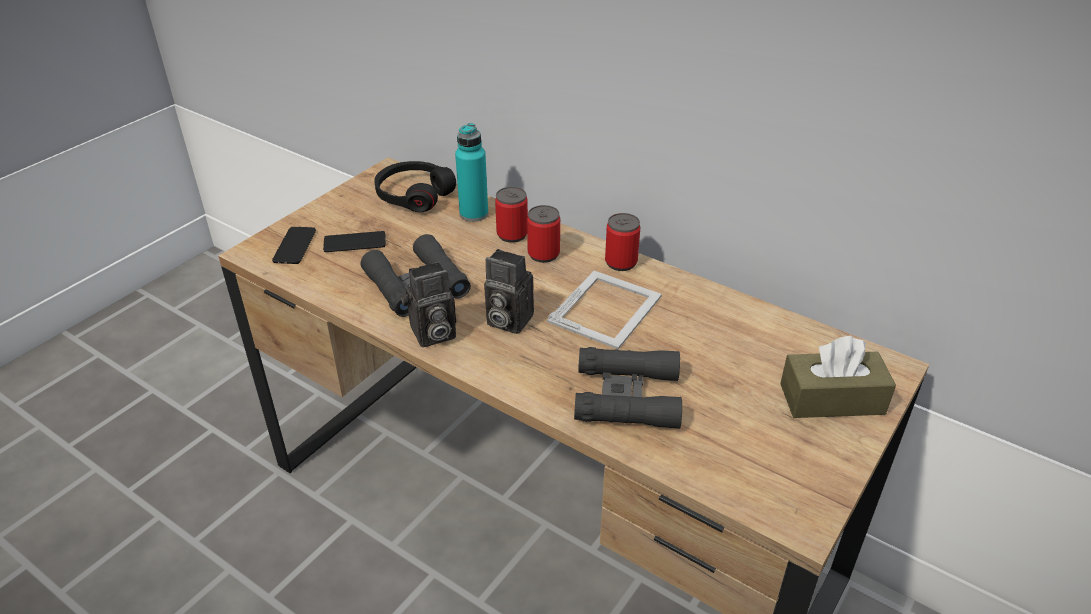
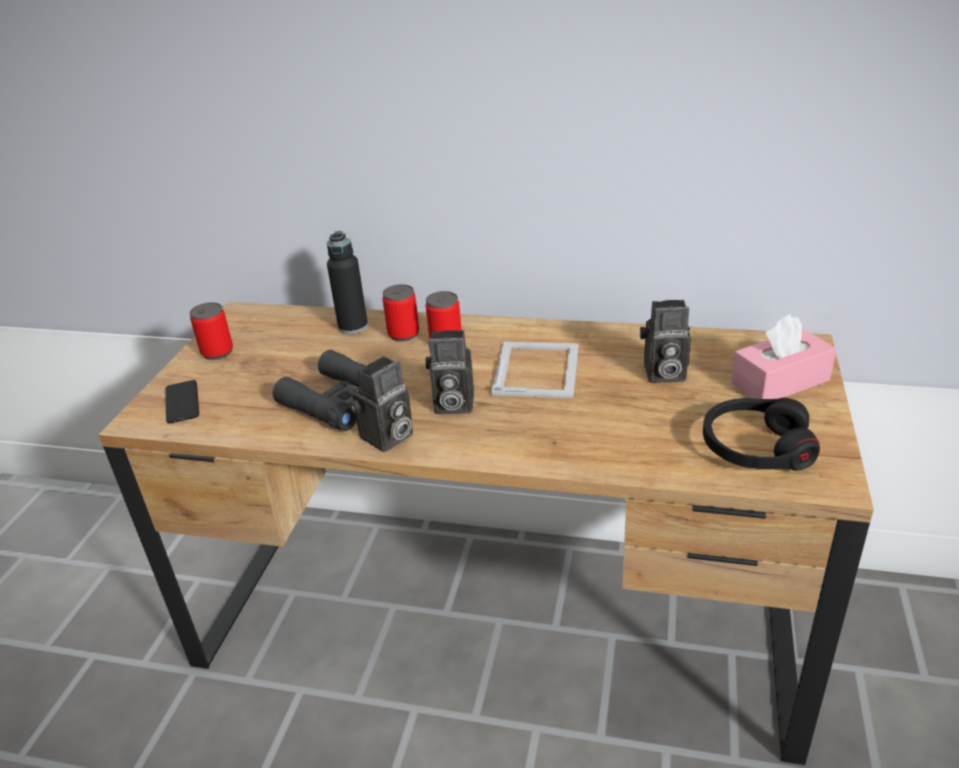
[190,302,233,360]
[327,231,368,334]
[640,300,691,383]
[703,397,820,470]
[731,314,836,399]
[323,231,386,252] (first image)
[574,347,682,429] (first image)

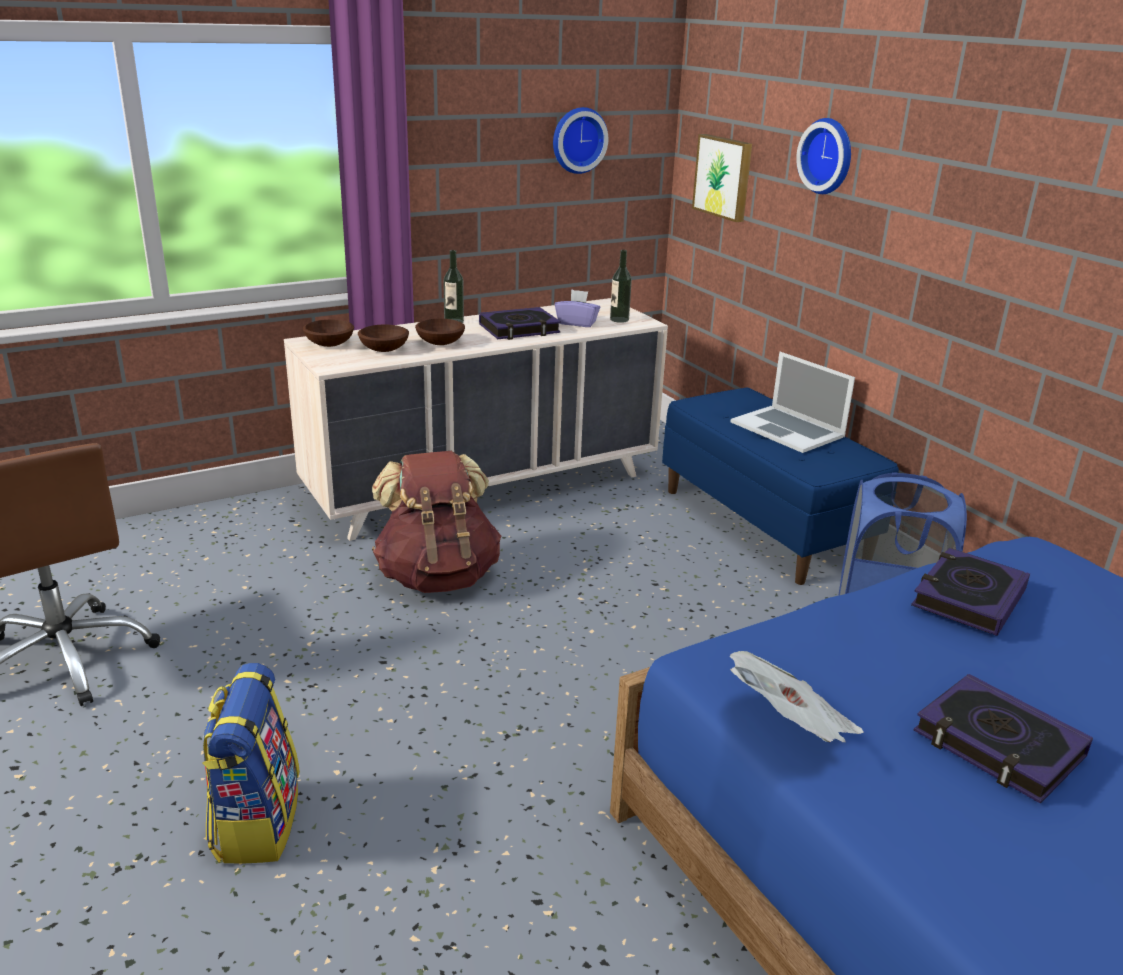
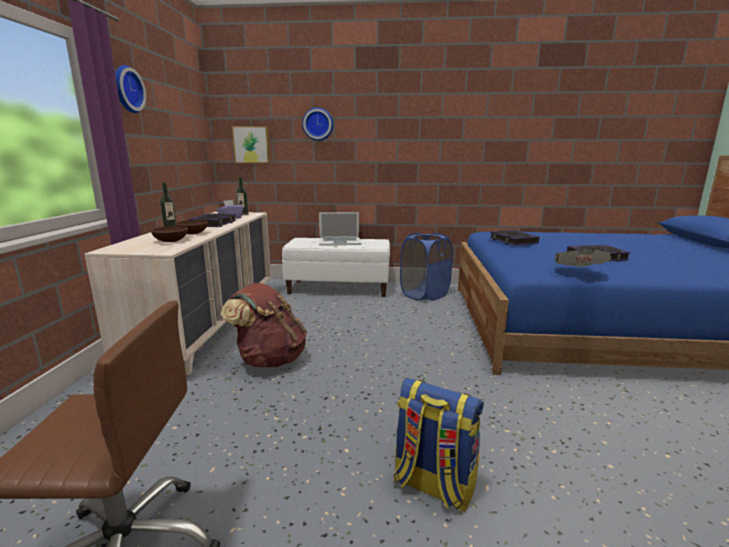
[115,65,146,113]
[282,238,390,297]
[303,320,354,347] (first image)

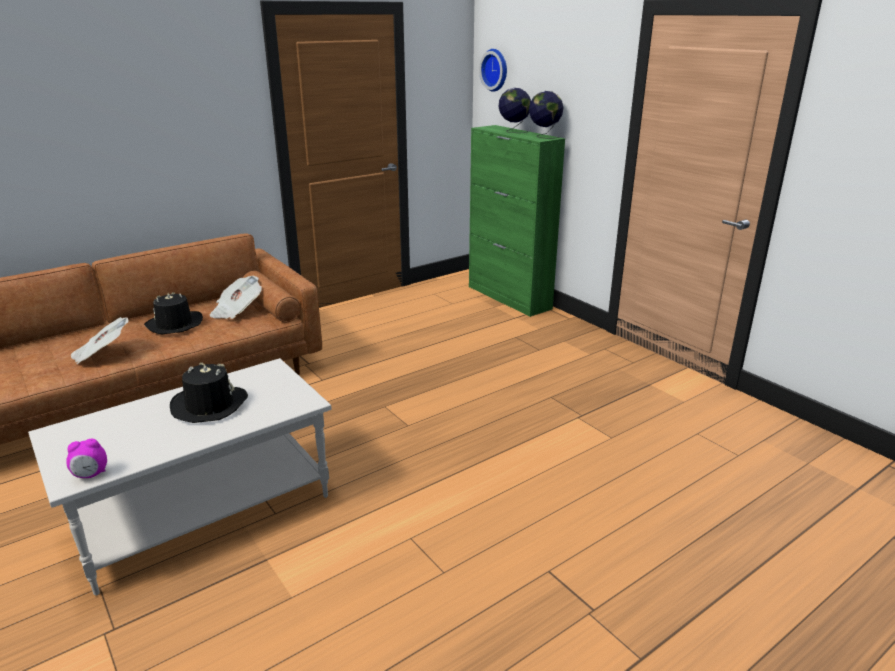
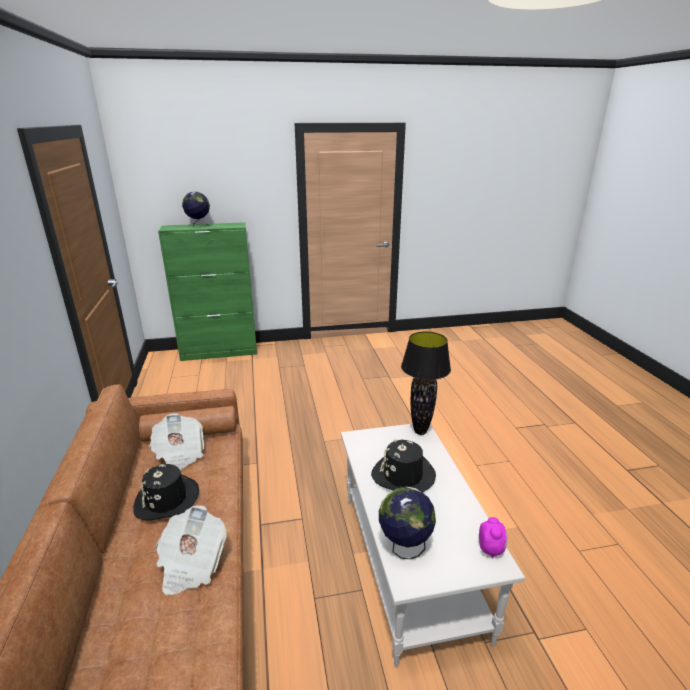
[379,487,436,559]
[401,331,451,435]
[479,49,507,92] (first image)

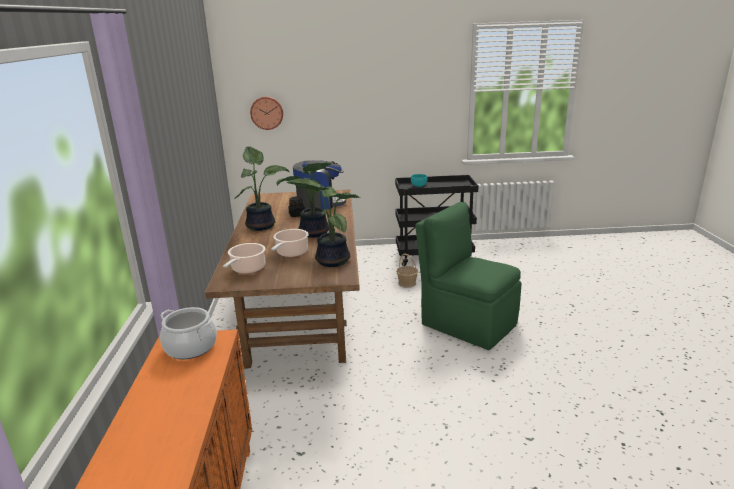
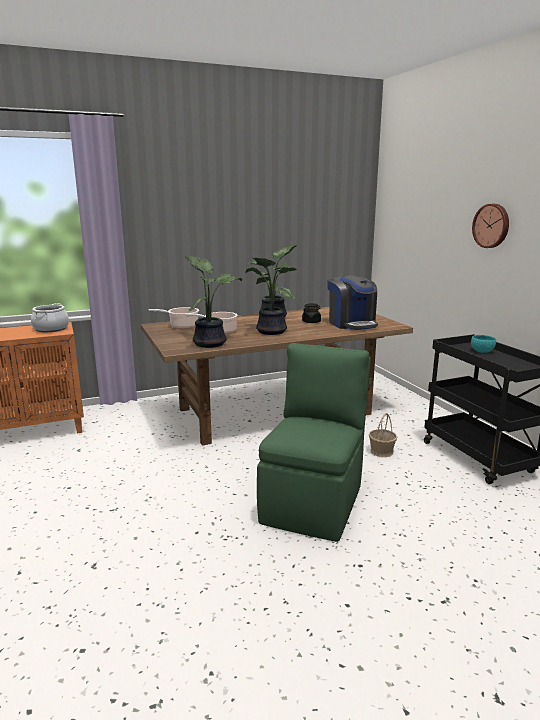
[472,204,509,248]

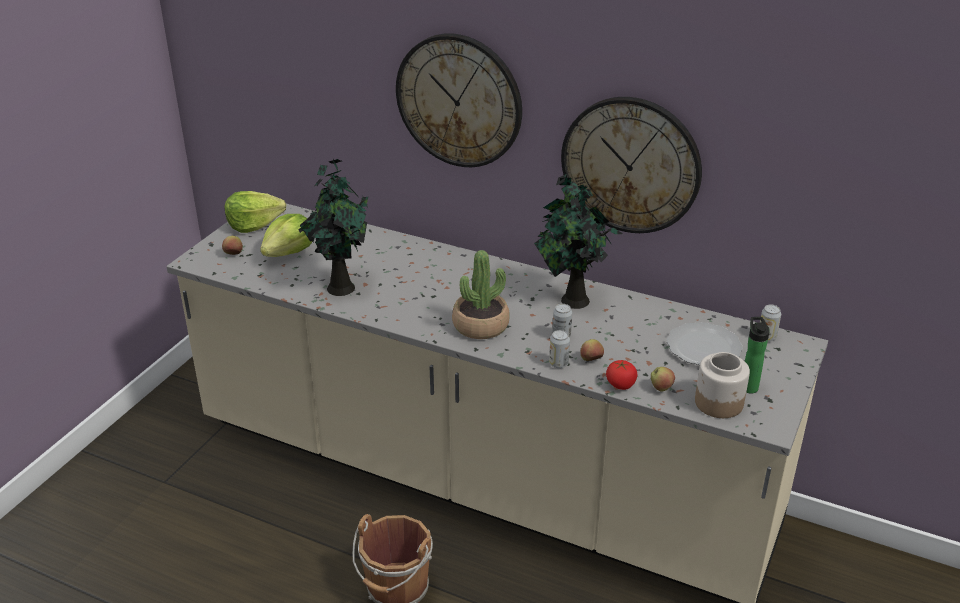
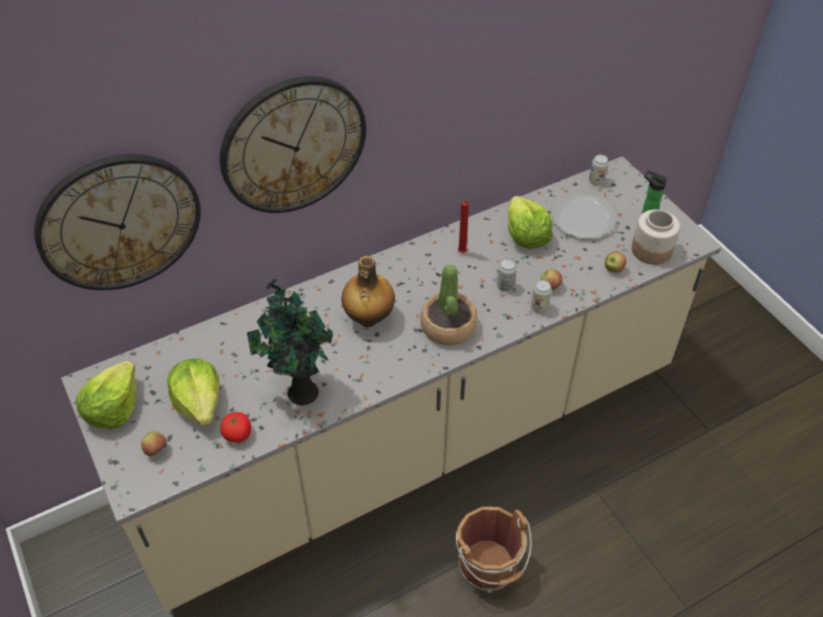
[34,154,201,290]
[220,412,251,442]
[341,256,395,327]
[458,200,471,253]
[508,196,553,249]

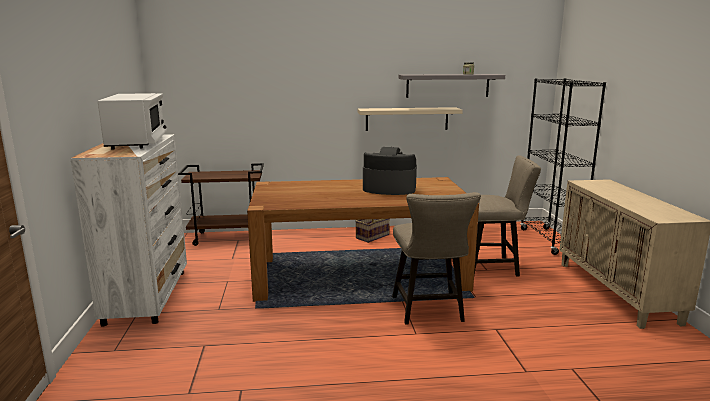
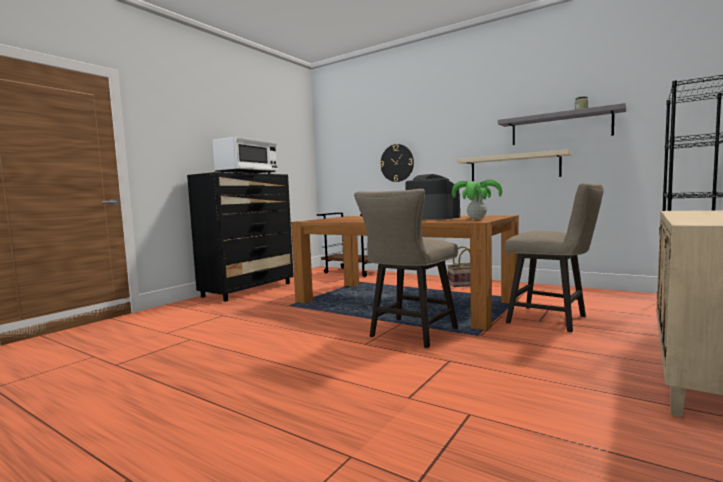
[187,172,294,301]
[380,144,414,182]
[452,180,502,219]

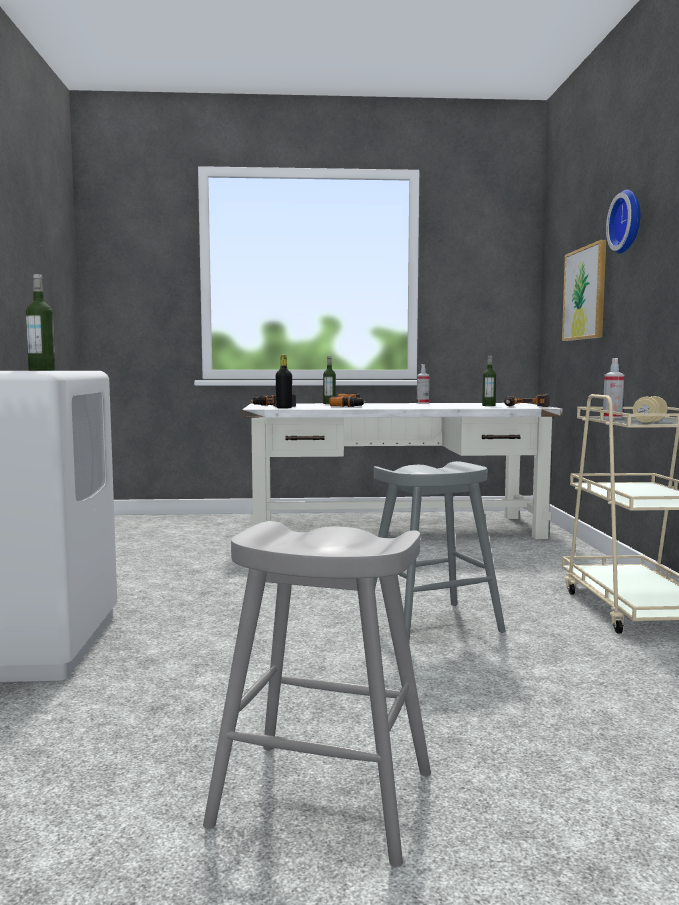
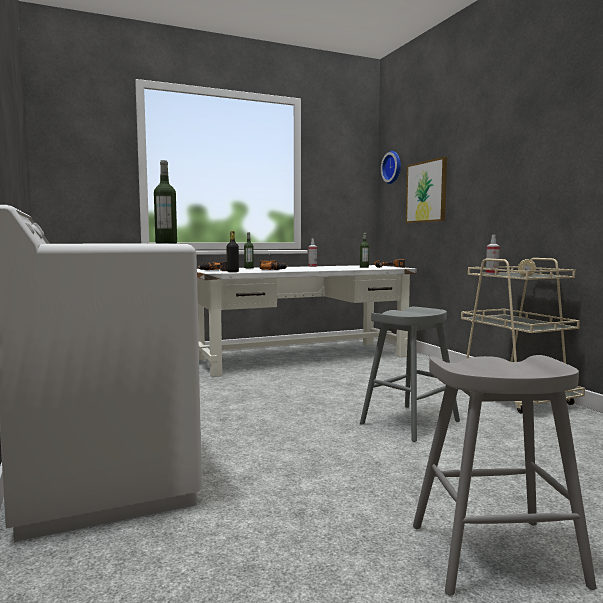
[381,151,401,184]

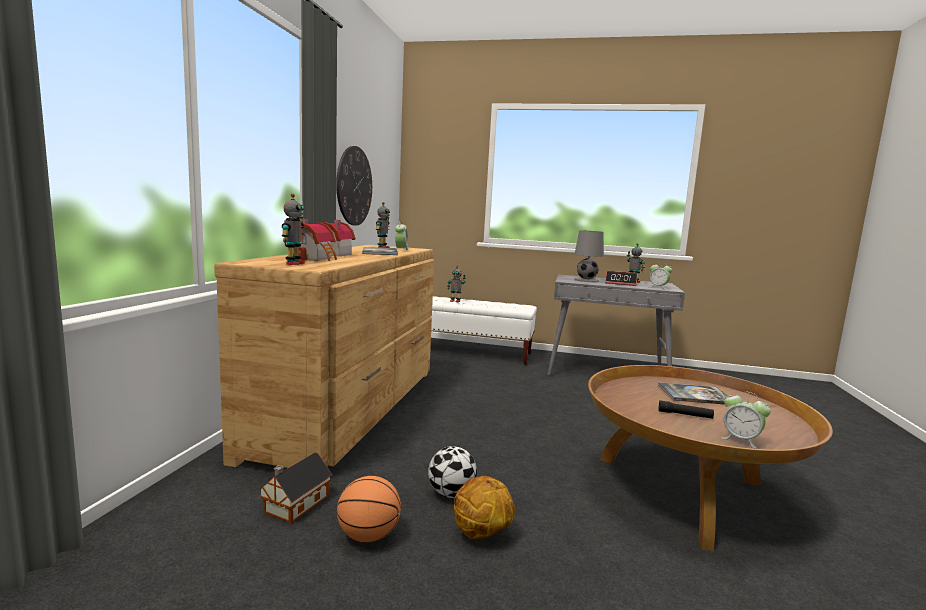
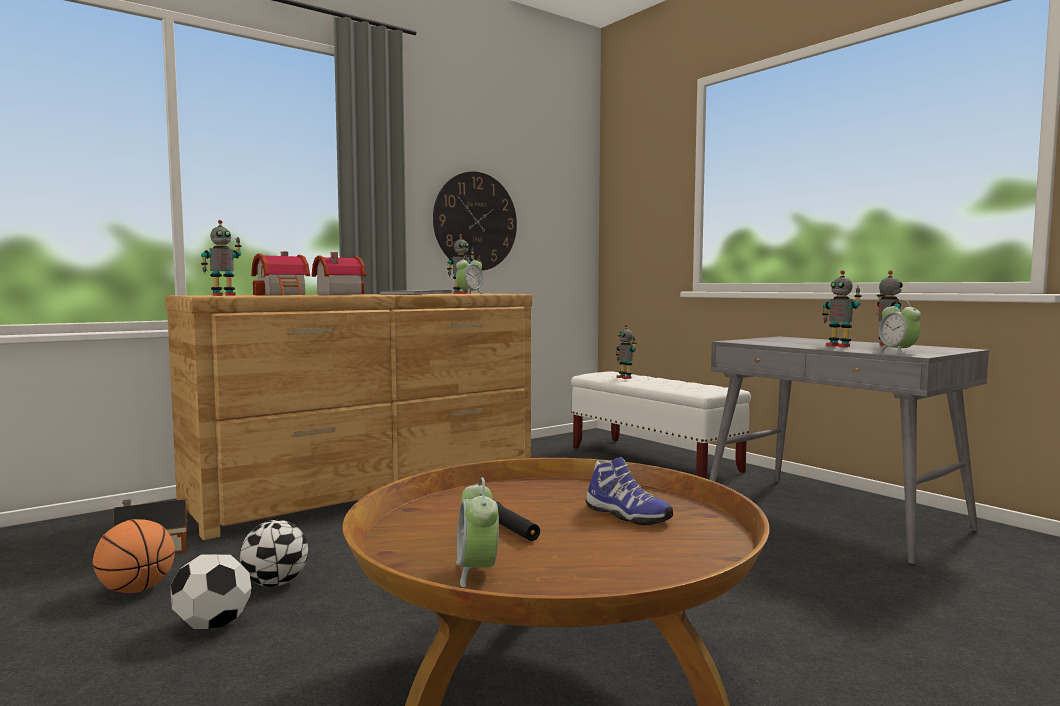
[171,554,252,629]
[586,457,673,525]
[822,270,862,347]
[574,230,604,282] (first image)

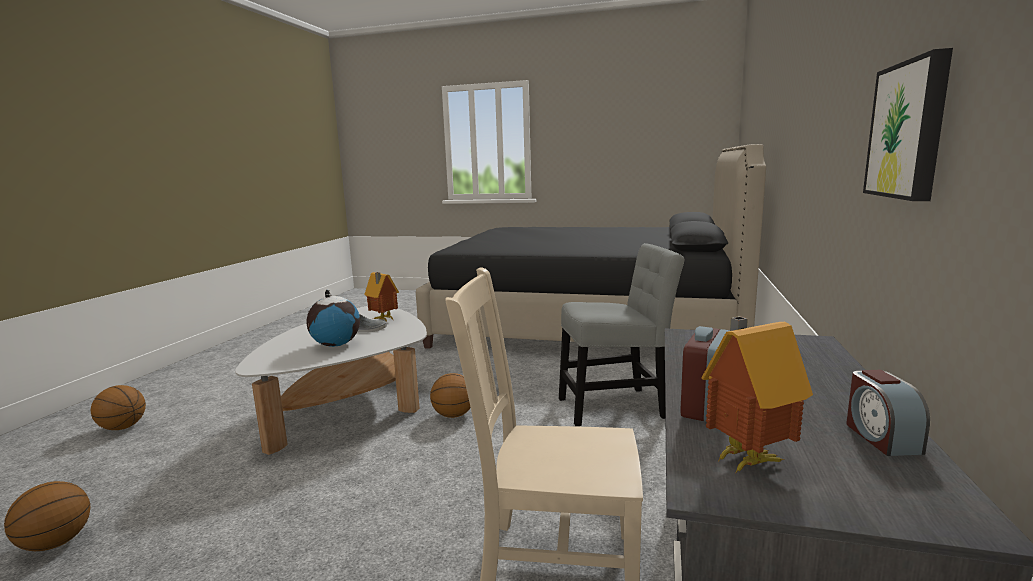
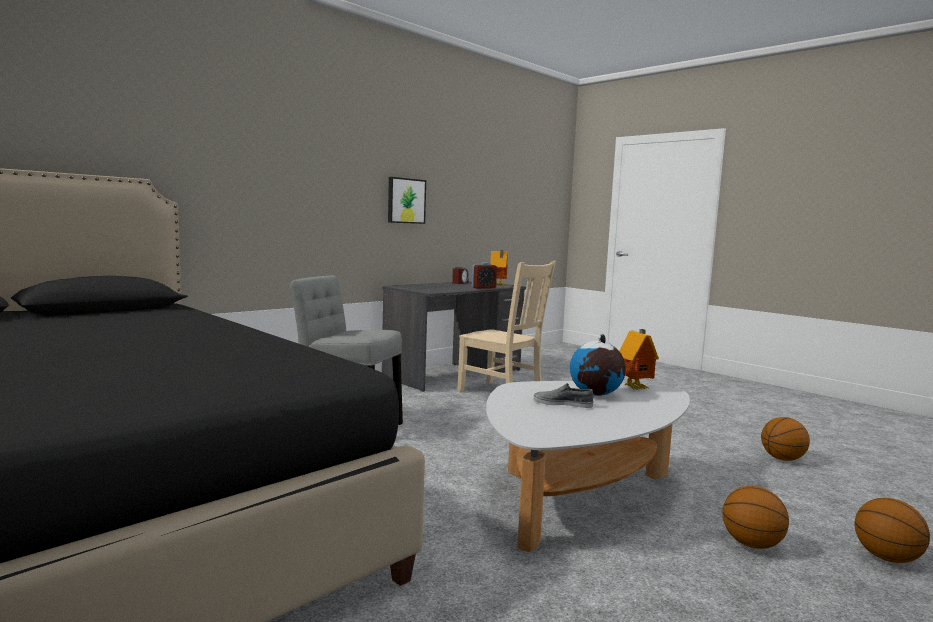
[619,329,659,389]
[722,486,789,549]

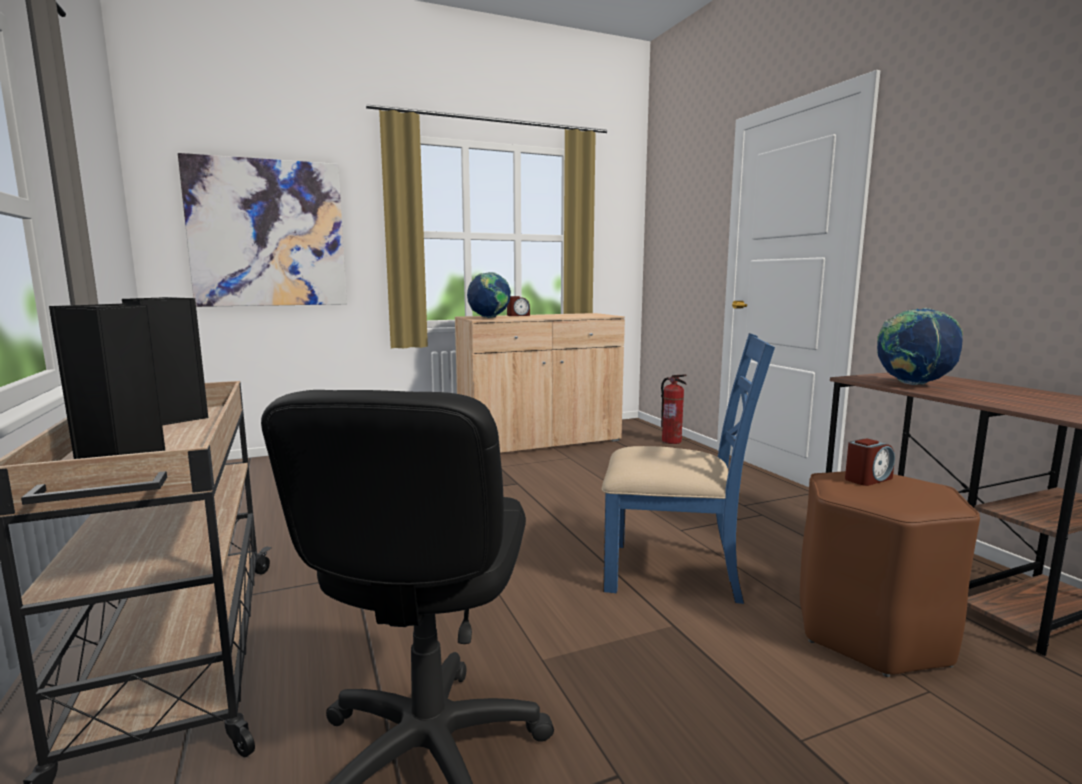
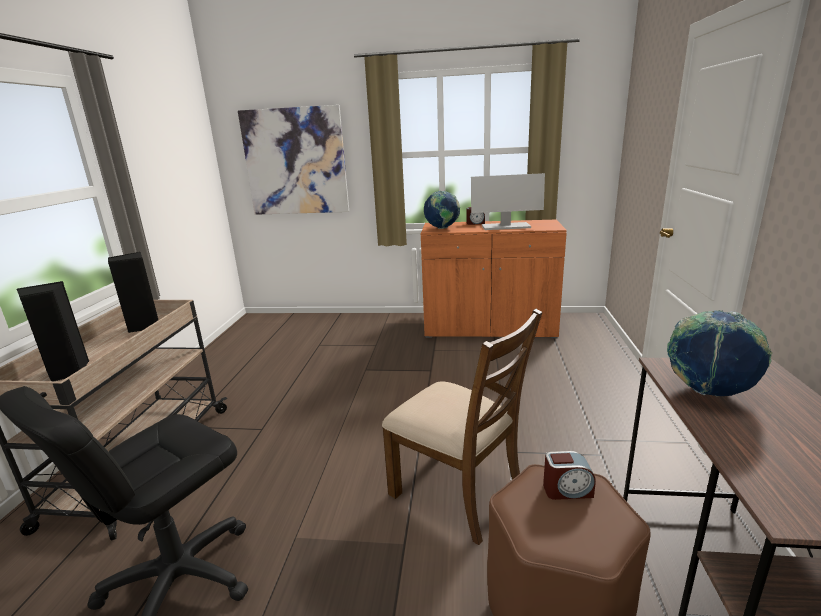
[382,309,543,545]
[421,220,567,338]
[471,173,545,230]
[661,374,687,444] (first image)

